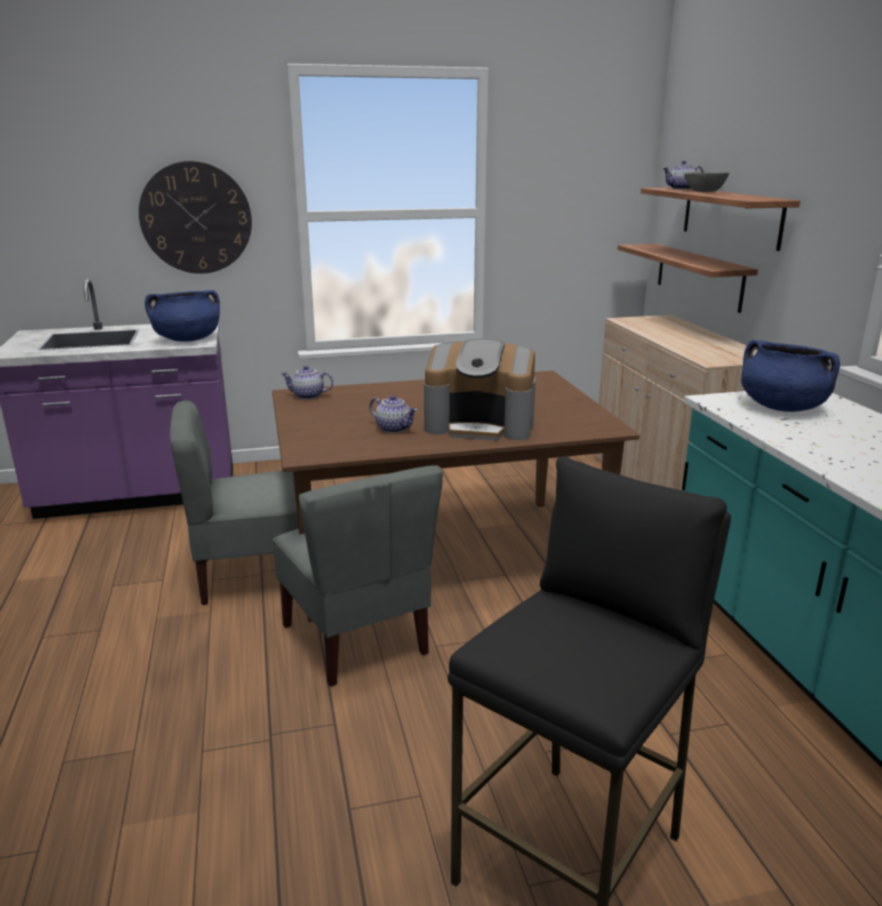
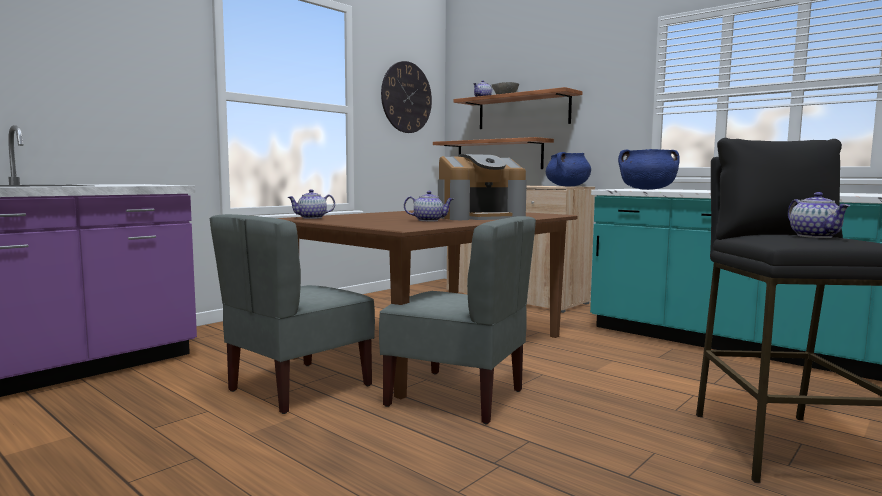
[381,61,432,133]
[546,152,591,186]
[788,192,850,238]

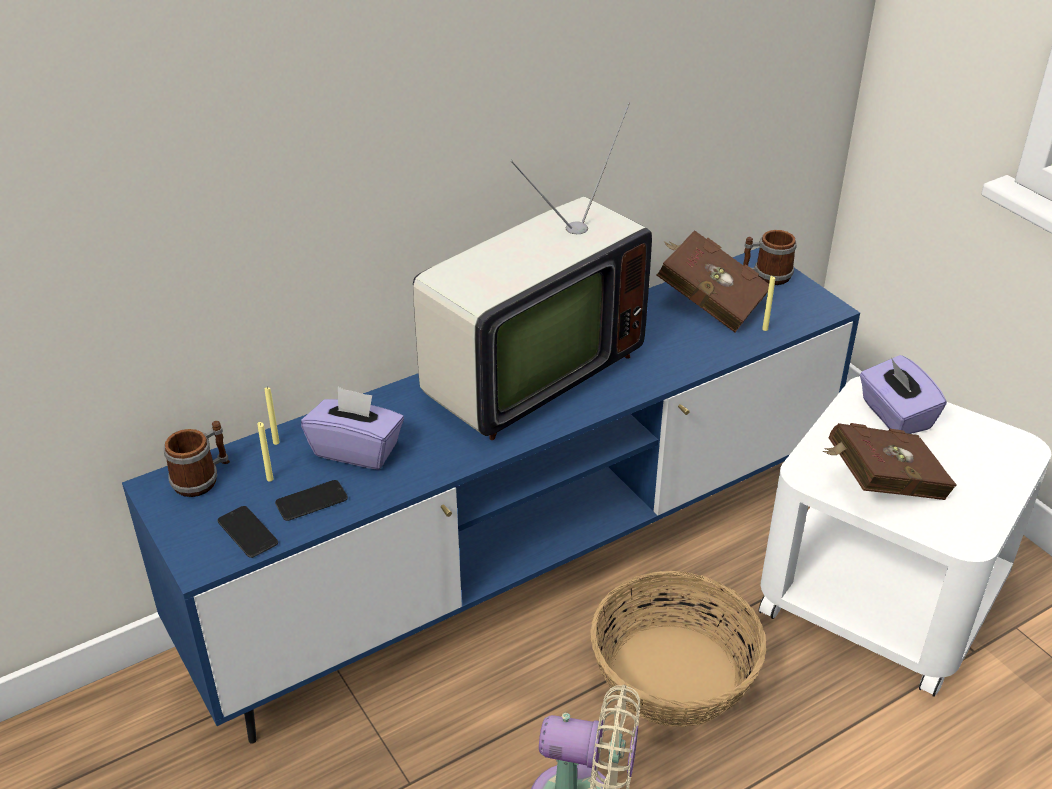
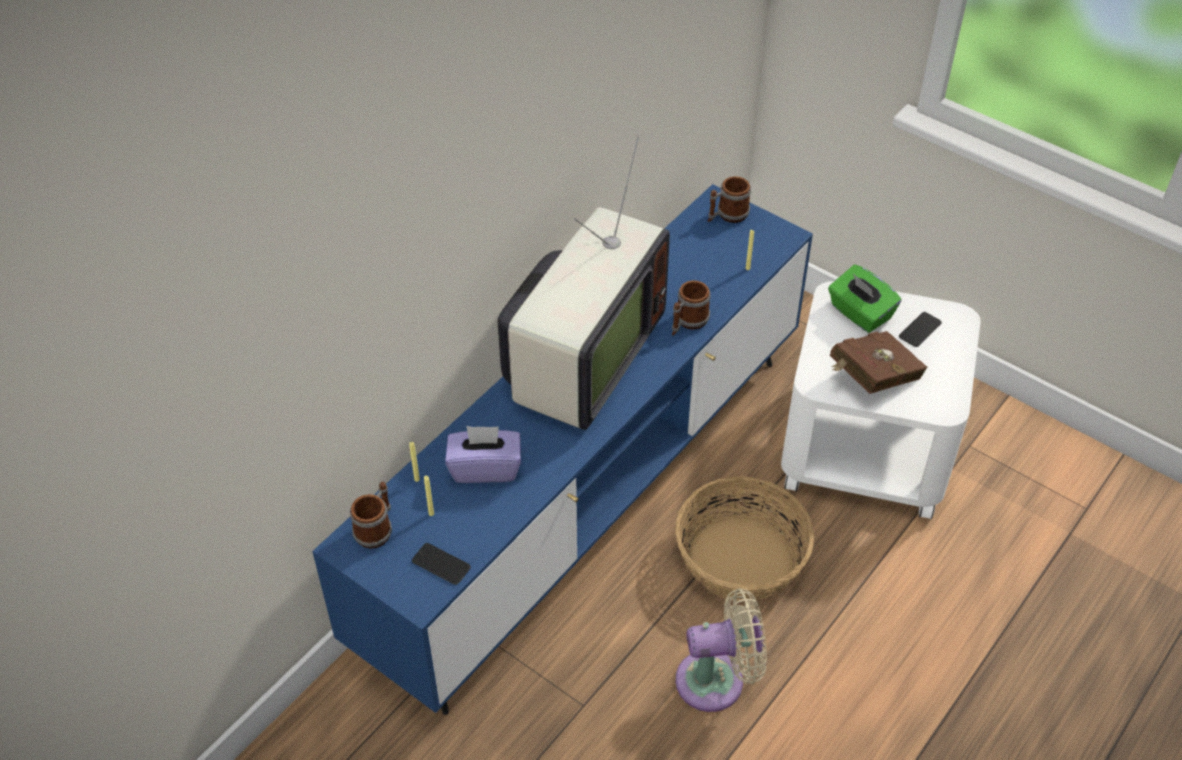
[672,280,711,336]
[828,265,901,333]
[899,312,942,347]
[656,230,769,332] (first image)

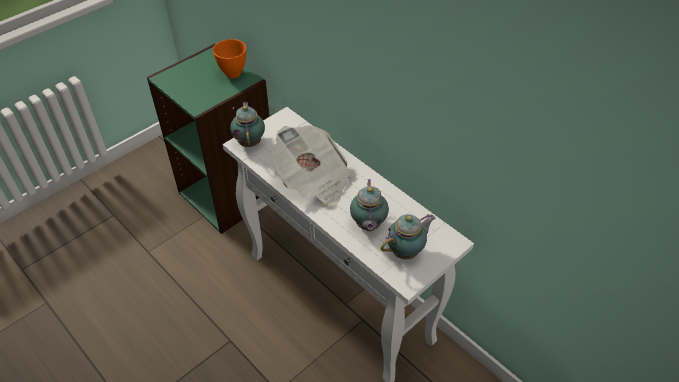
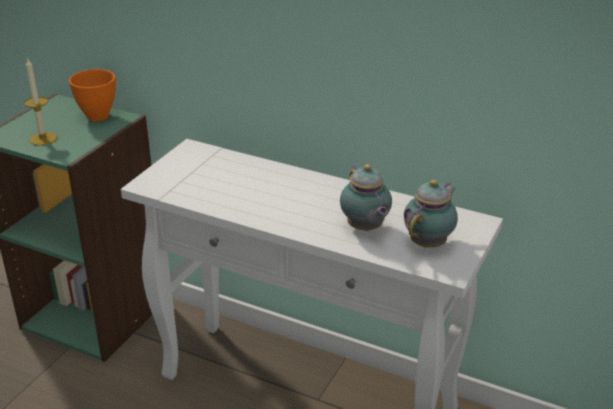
[24,57,57,145]
[230,102,265,147] (first image)
[271,125,353,207] (first image)

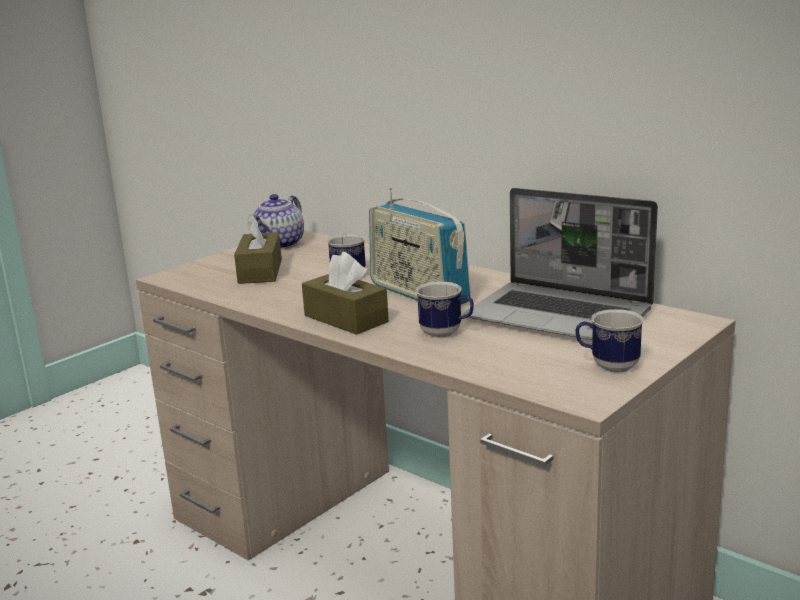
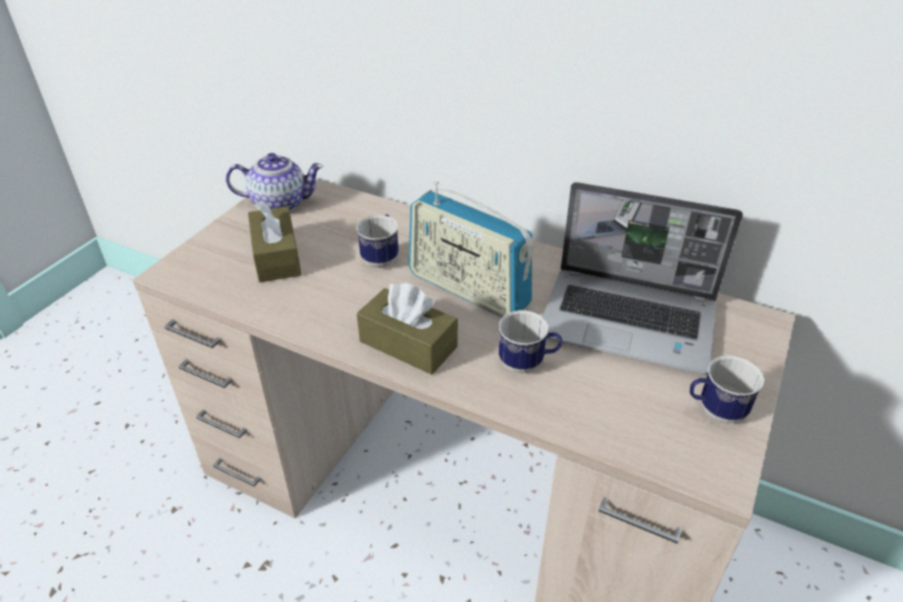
[226,153,323,211]

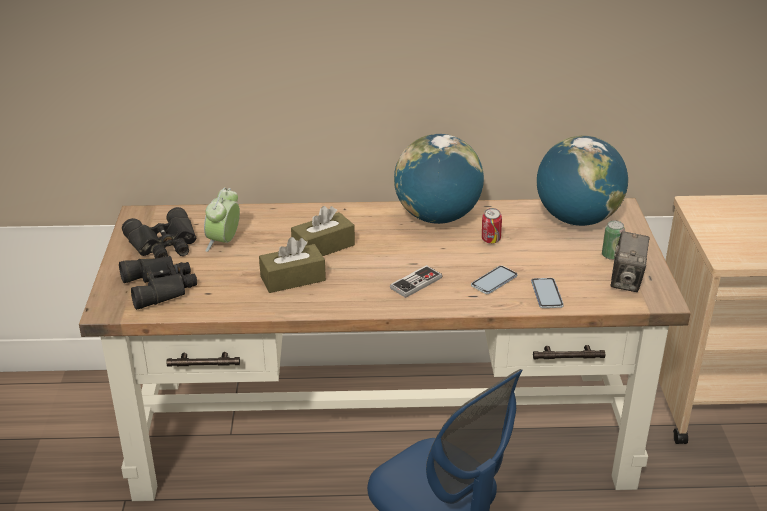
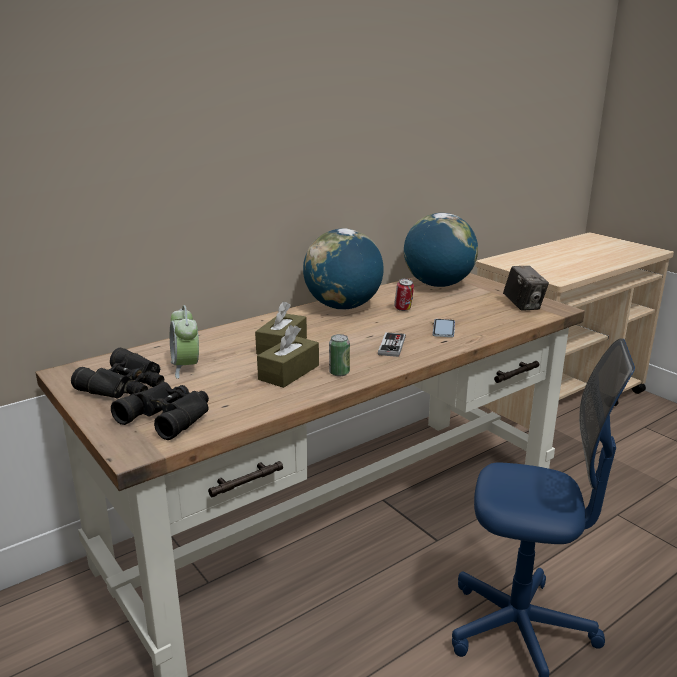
[329,334,350,377]
[531,278,564,308] (first image)

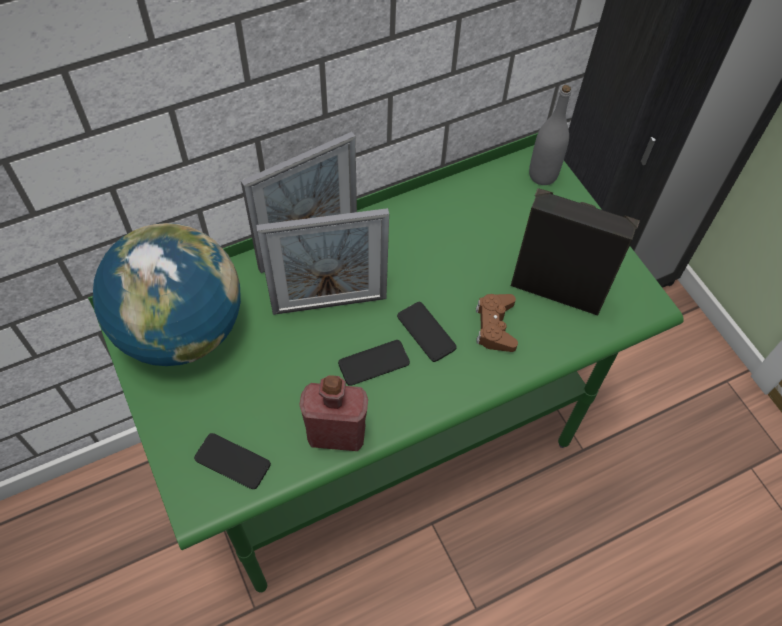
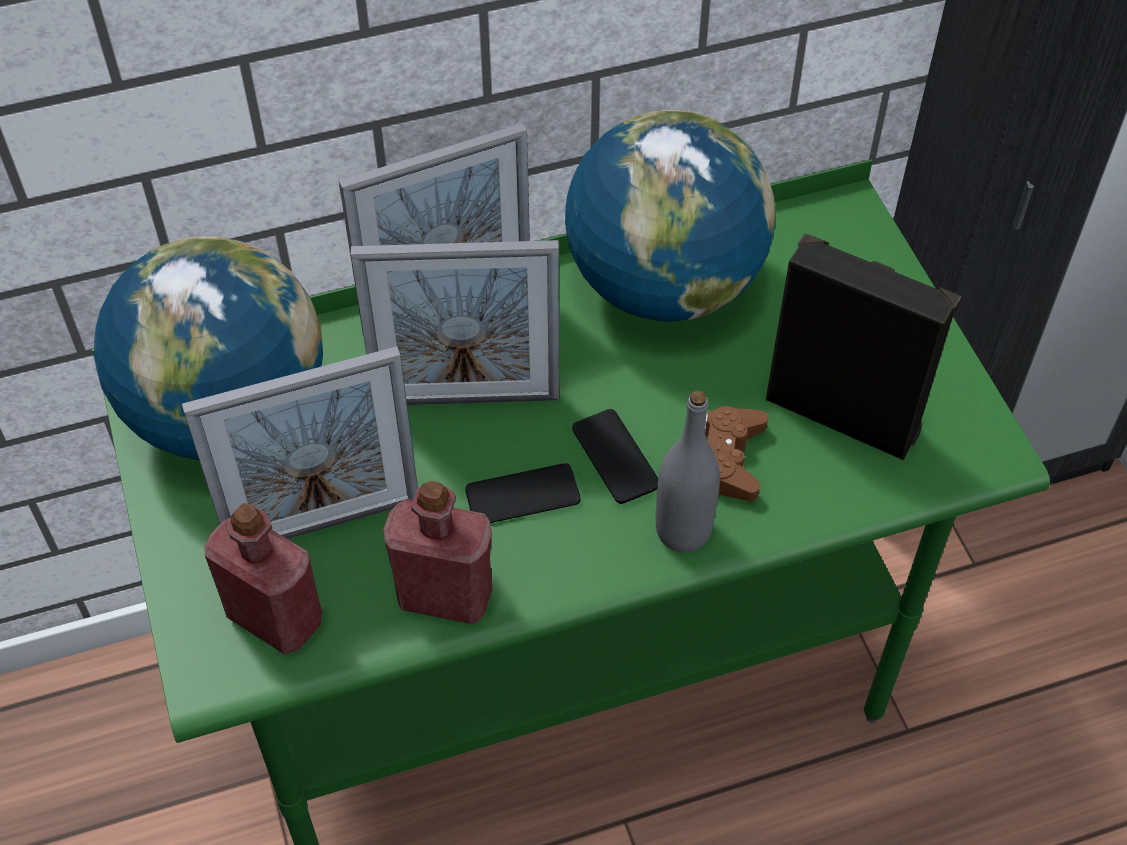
[182,346,418,539]
[204,503,322,655]
[565,110,775,321]
[656,390,720,552]

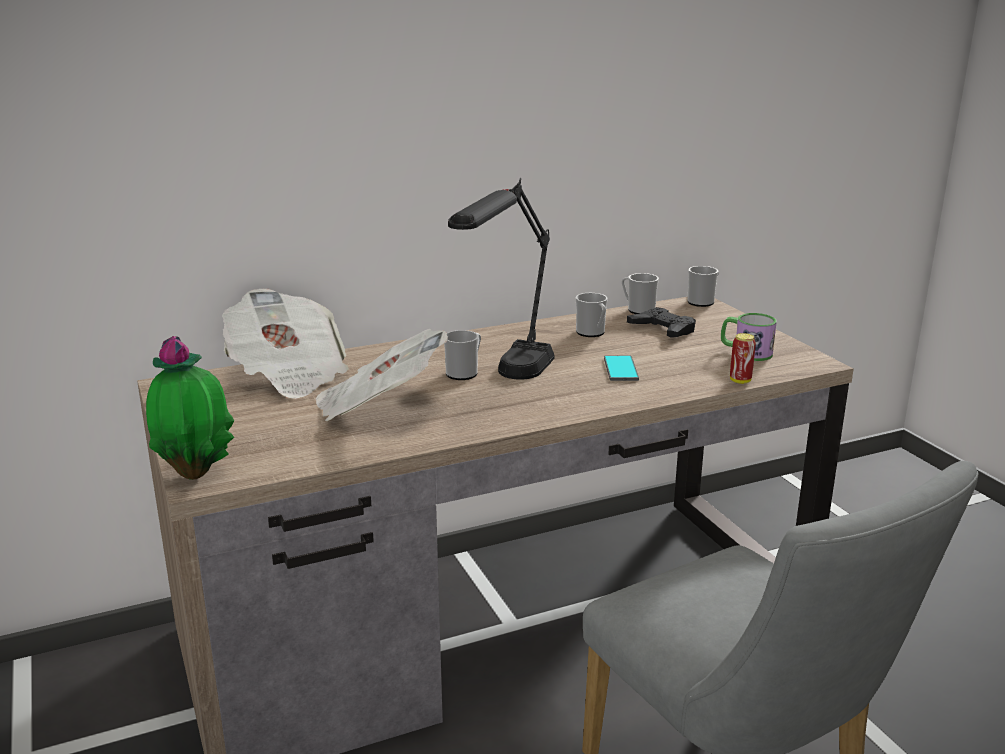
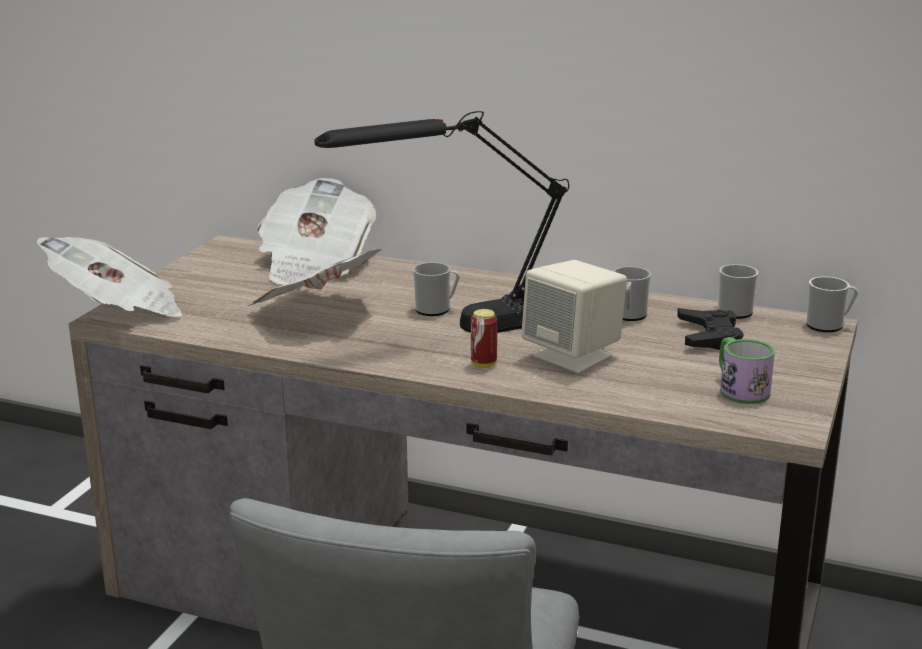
[37,237,182,317]
[471,309,497,368]
[521,260,627,373]

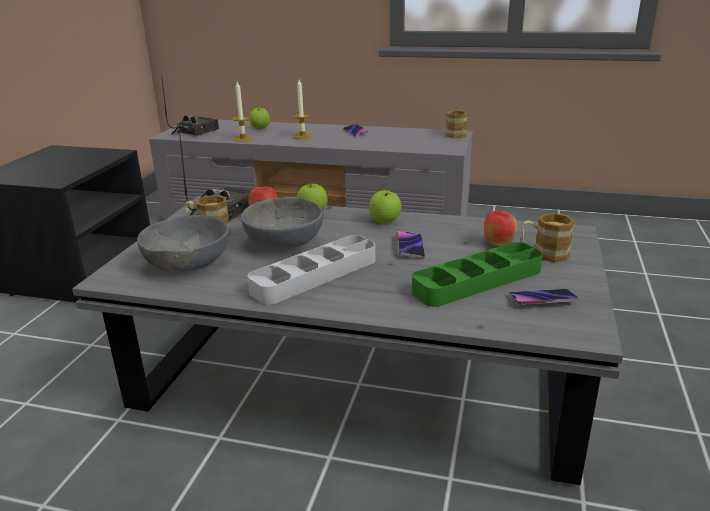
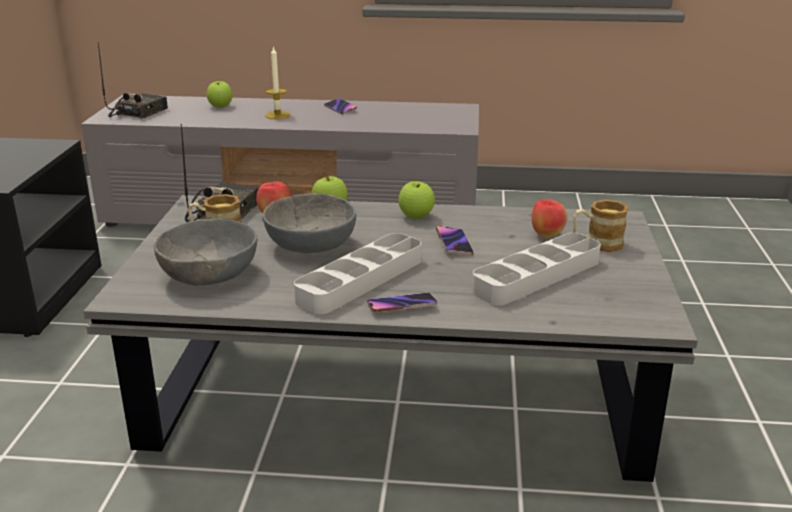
[367,293,437,313]
[472,233,601,305]
[232,82,254,142] (first image)
[446,110,468,138] (first image)

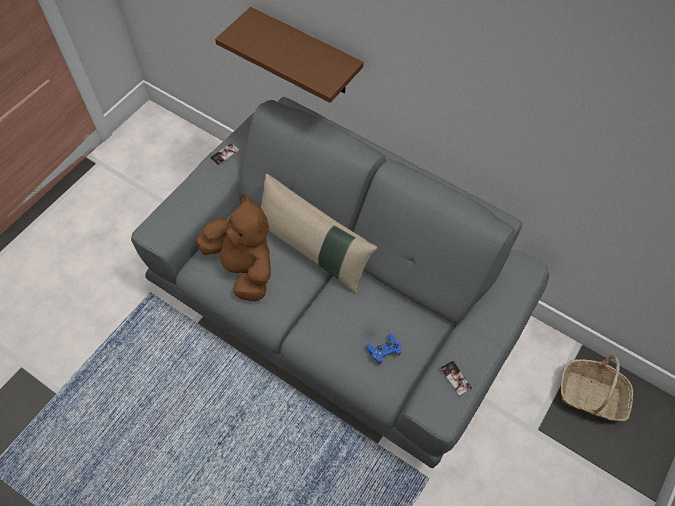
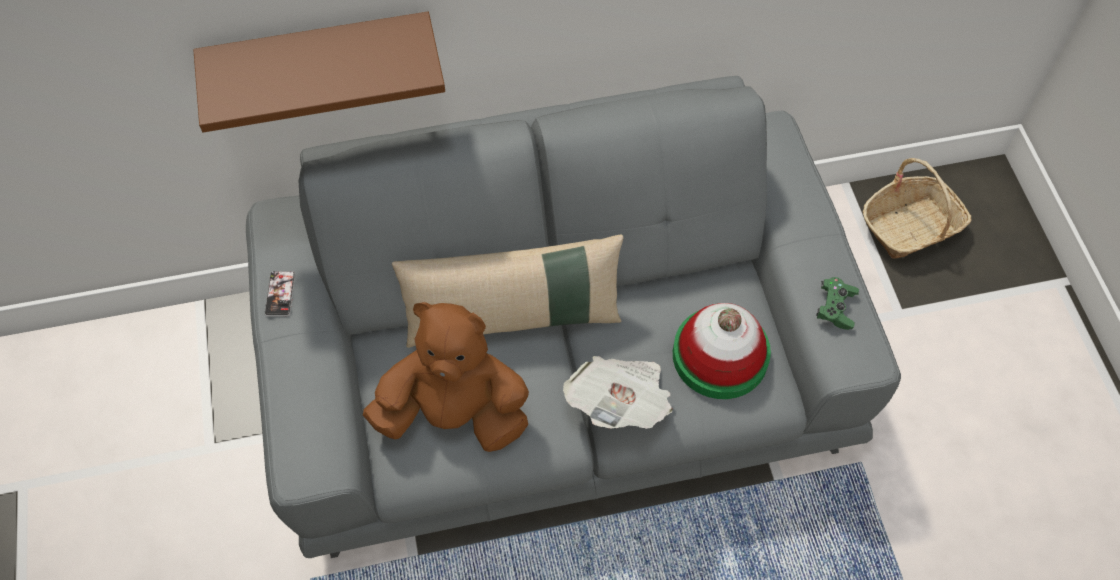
[563,356,672,429]
[673,303,771,399]
[817,277,859,330]

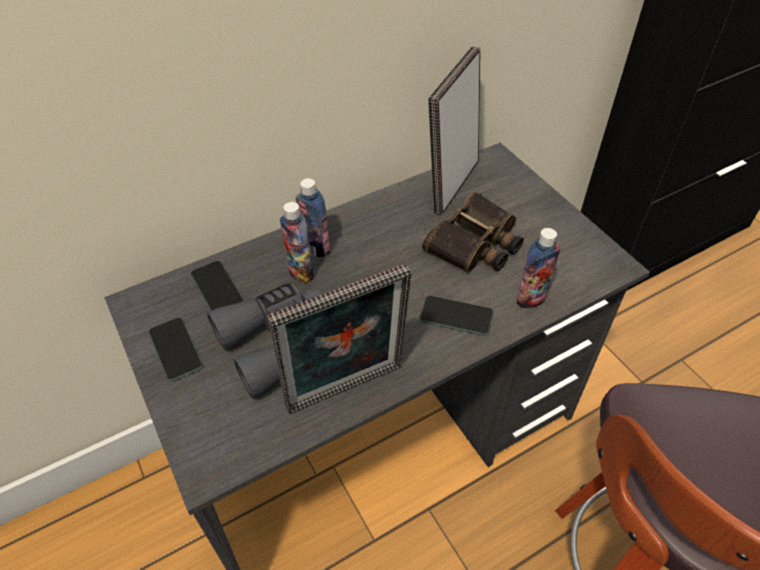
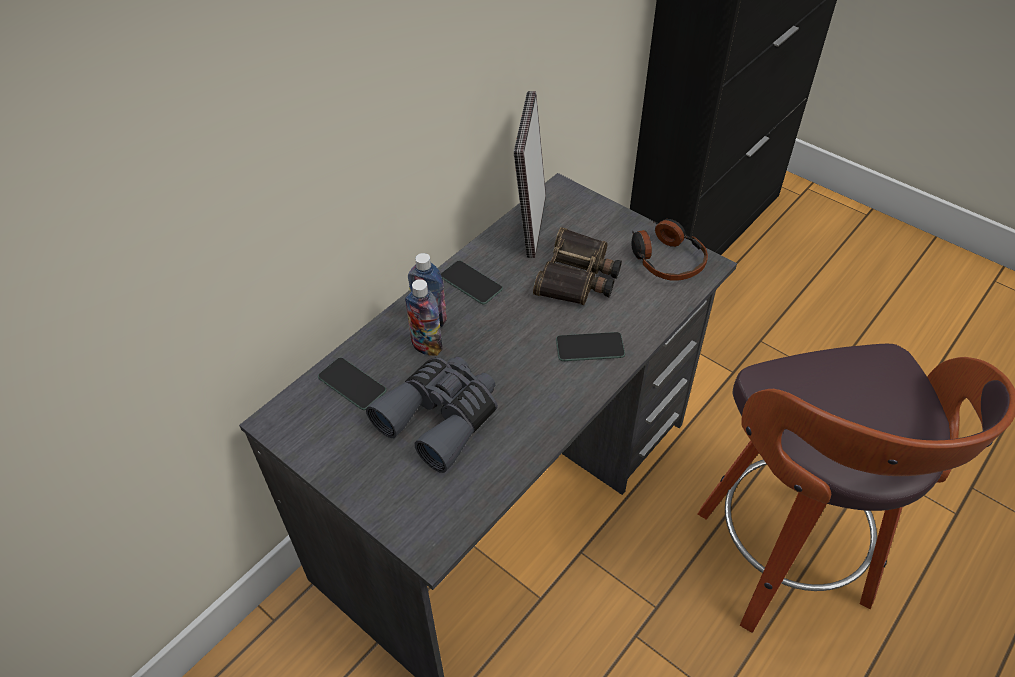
[441,261,503,304]
[631,219,708,281]
[267,264,412,414] (first image)
[517,228,561,309] (first image)

